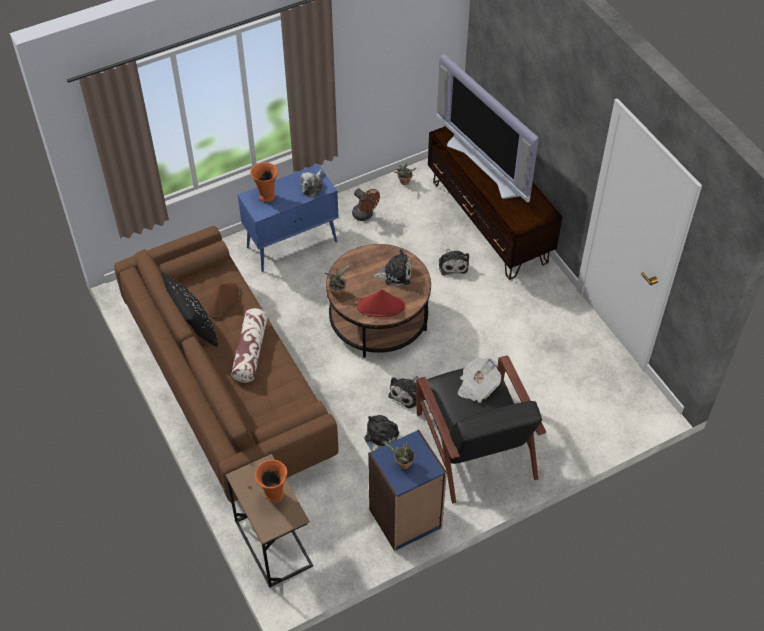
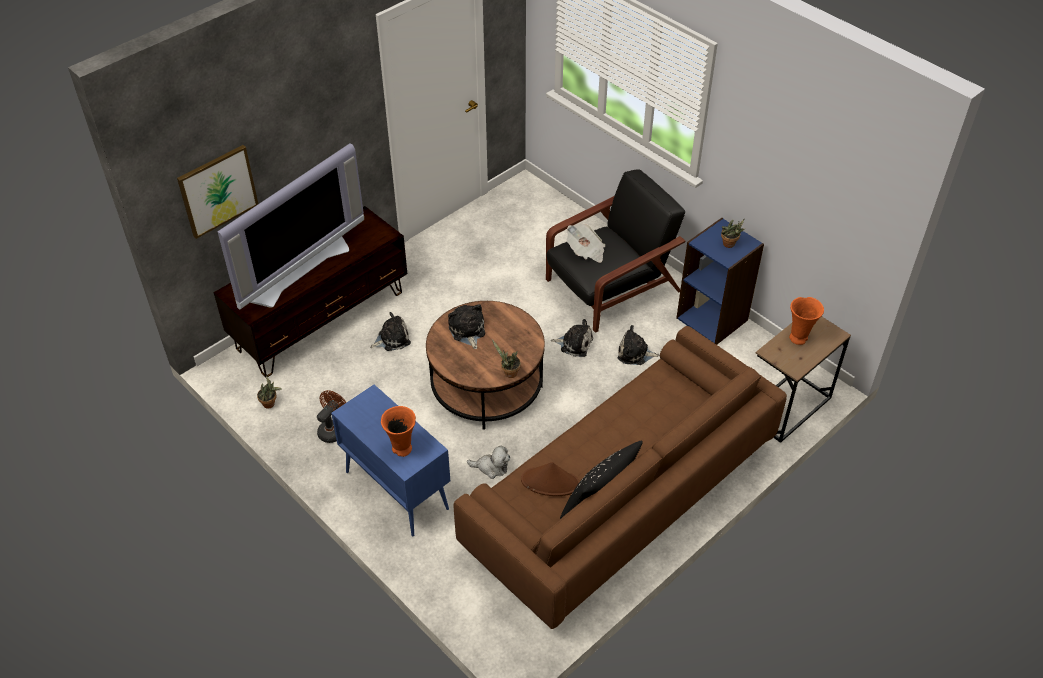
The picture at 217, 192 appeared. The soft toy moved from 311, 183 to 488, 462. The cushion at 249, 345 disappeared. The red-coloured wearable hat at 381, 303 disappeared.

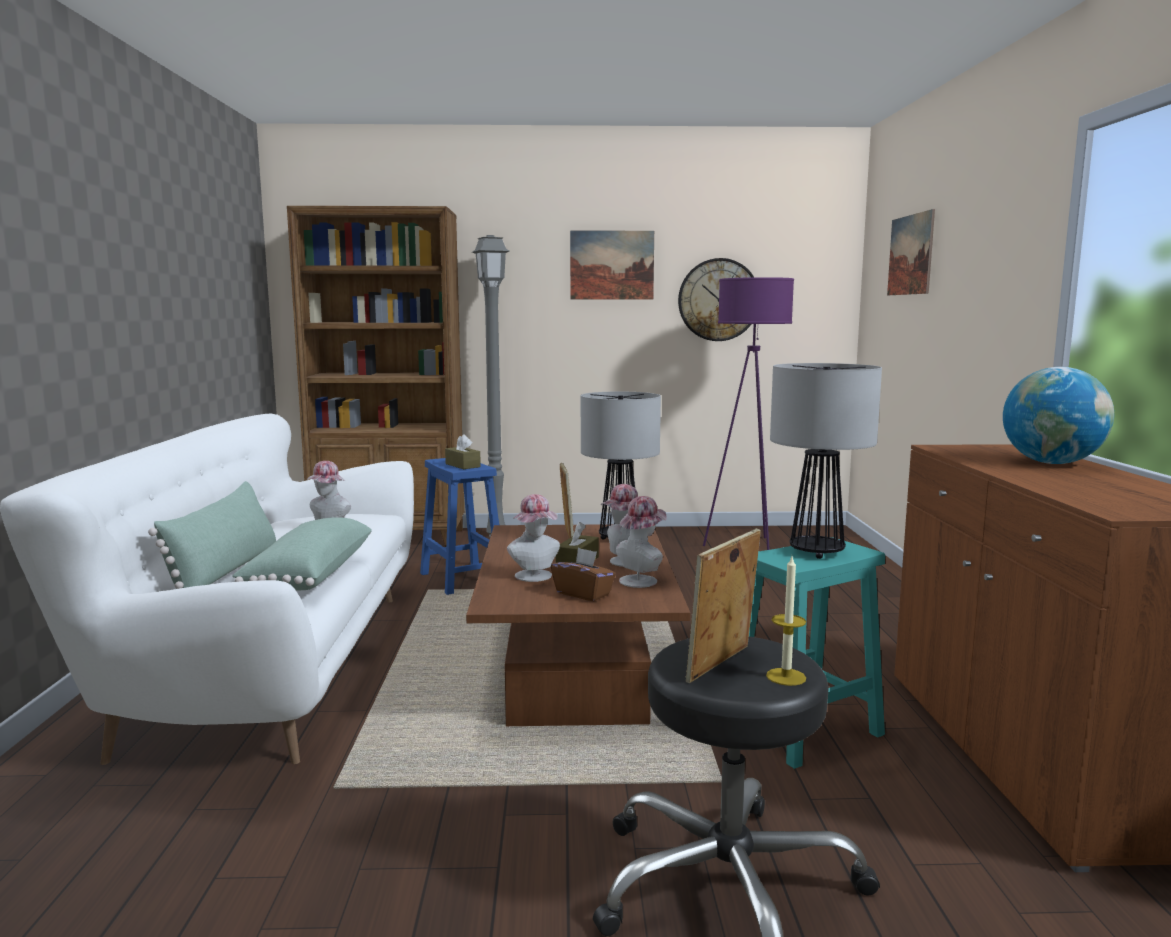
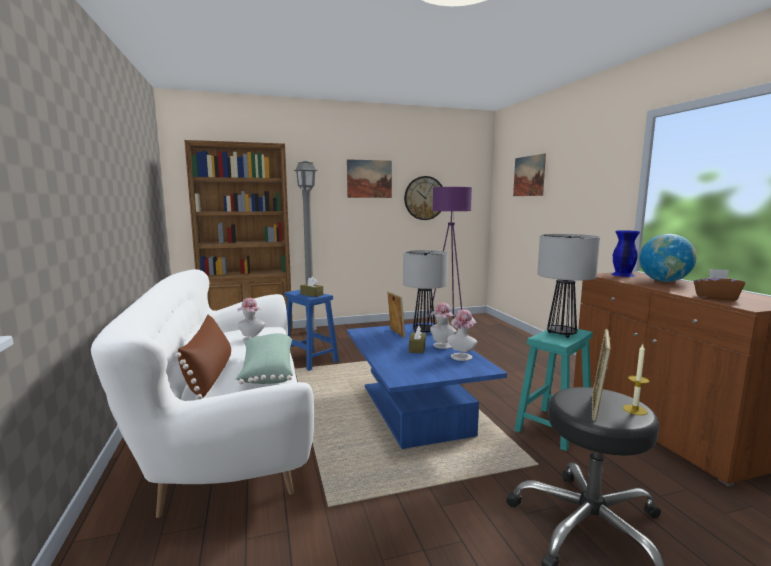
The green-coloured cushion at 212, 535 became the brownish cushion at 203, 357. The brownish lounge table at 578, 625 became the bluish lounge table at 427, 385. The bluish flower vase at 625, 253 appeared. The brownish tissue box moved from 583, 574 to 719, 284. The wearable hat at 533, 538 disappeared.

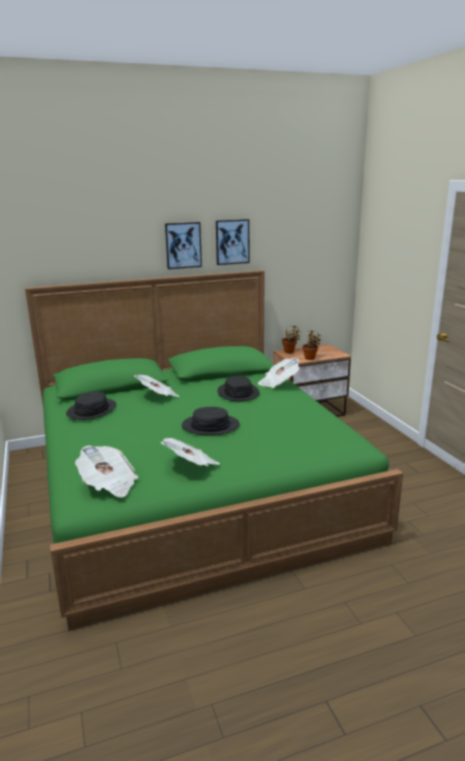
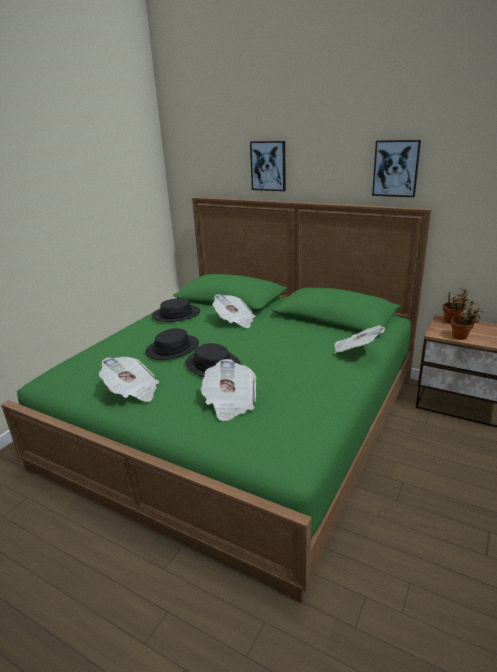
The black-coloured wearable hat moved from 238, 388 to 172, 344. The printed paper moved from 106, 471 to 228, 390. The picture moved from 183, 245 to 268, 166.

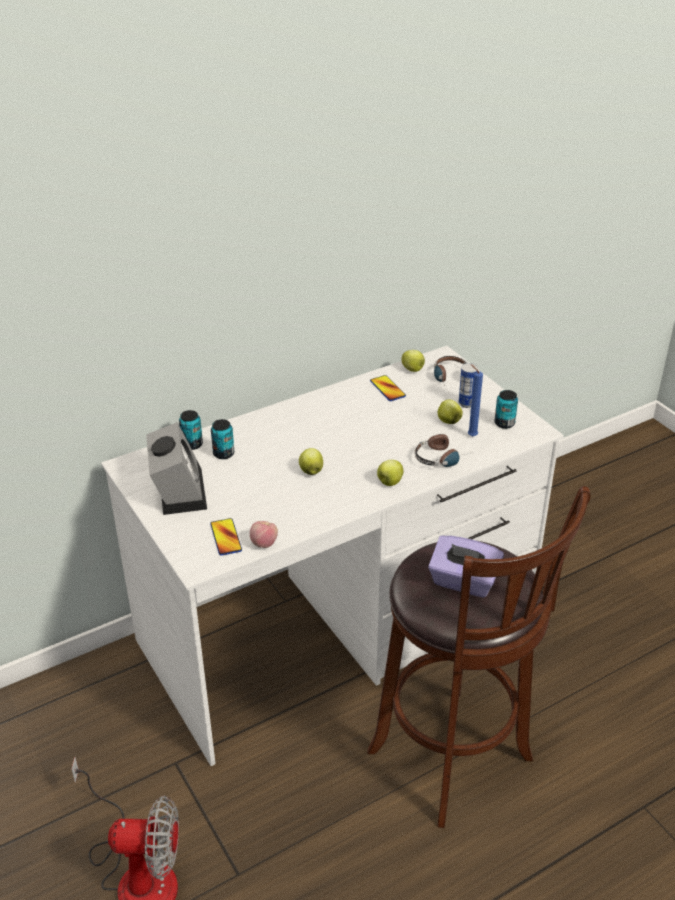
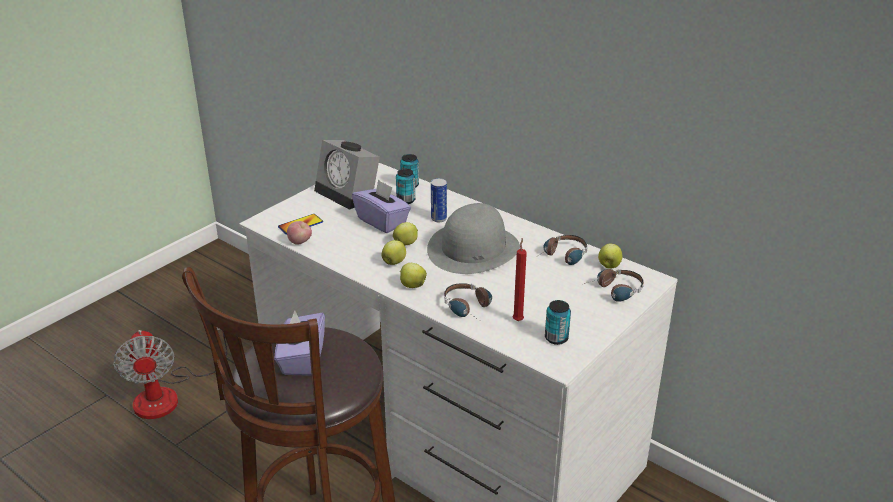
The bedside clock at 176, 468 turned 75 degrees clockwise. The purple-coloured tissue box at 381, 206 appeared. The whole apple moved from 450, 411 to 393, 252. The greyish wearable hat at 473, 238 appeared. The metal can moved from 468, 385 to 439, 200. The bluish candle at 475, 400 became the red-coloured candle at 519, 279. The telephone at 388, 388 was replaced by the headset at 561, 250.

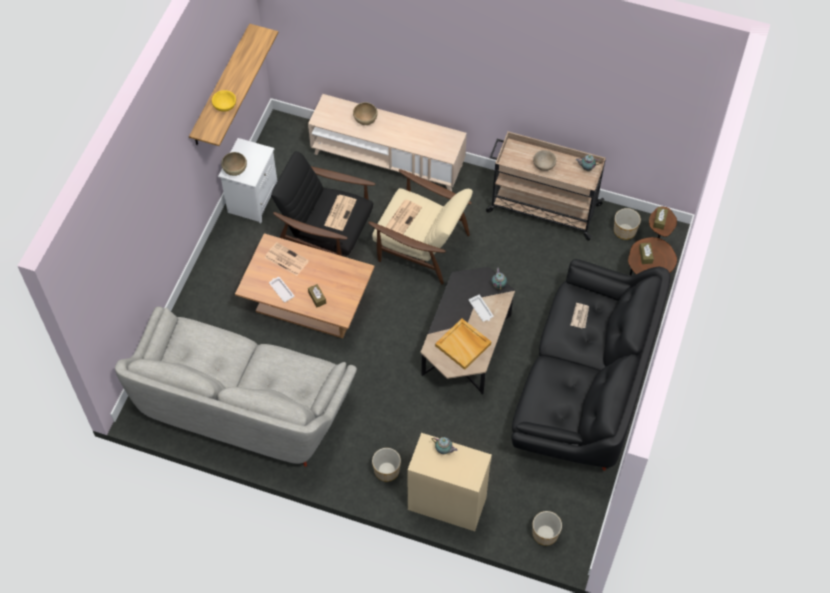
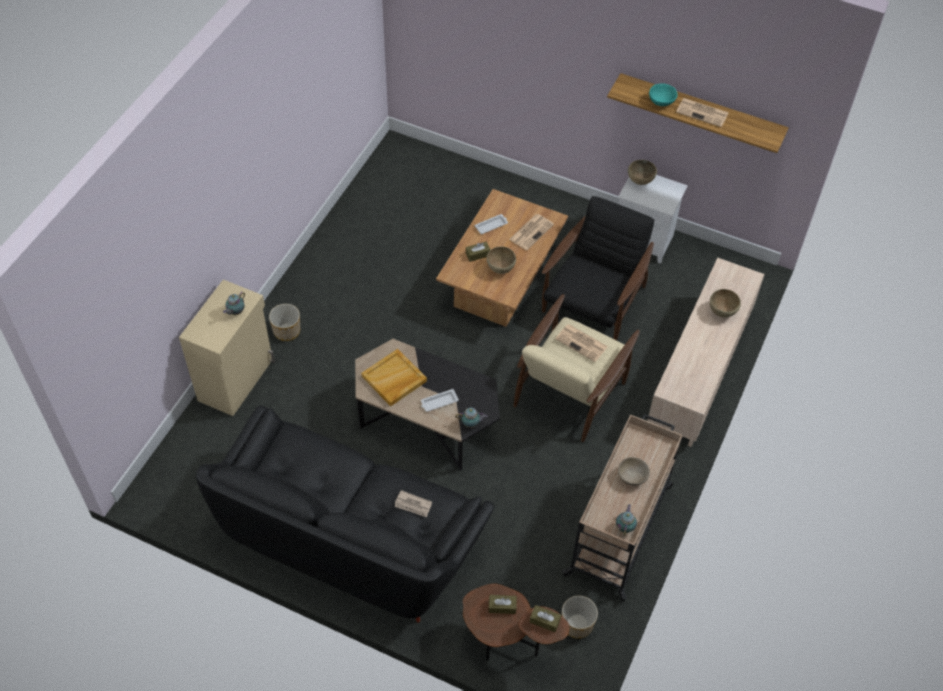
The brownish bowl at 501, 260 appeared. The yellow-coloured bowl at 224, 101 became the blue-green bowl at 663, 95. The printed paper moved from 340, 213 to 702, 112. The greyish sofa at 236, 386 disappeared. The plant pot at 547, 528 disappeared.

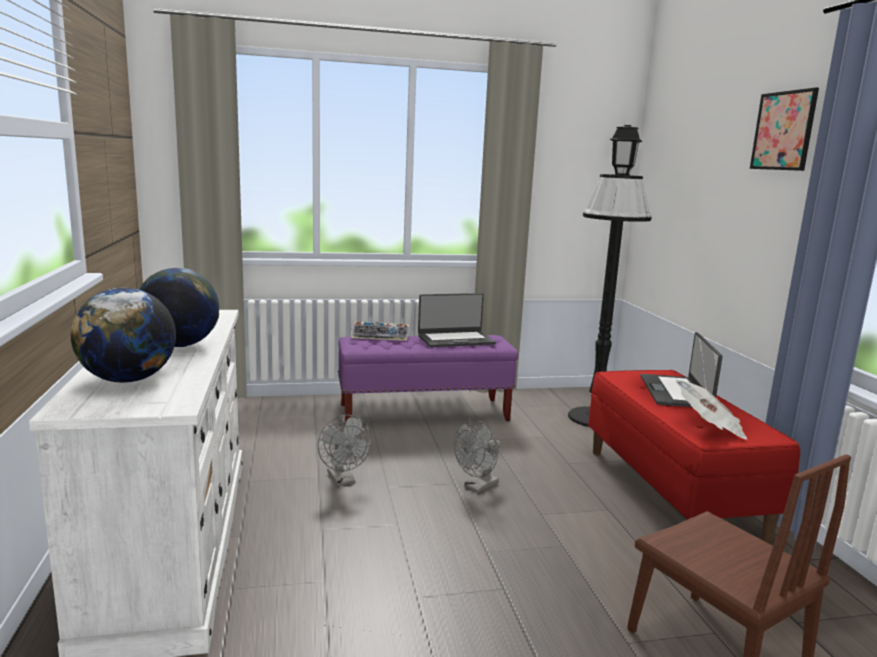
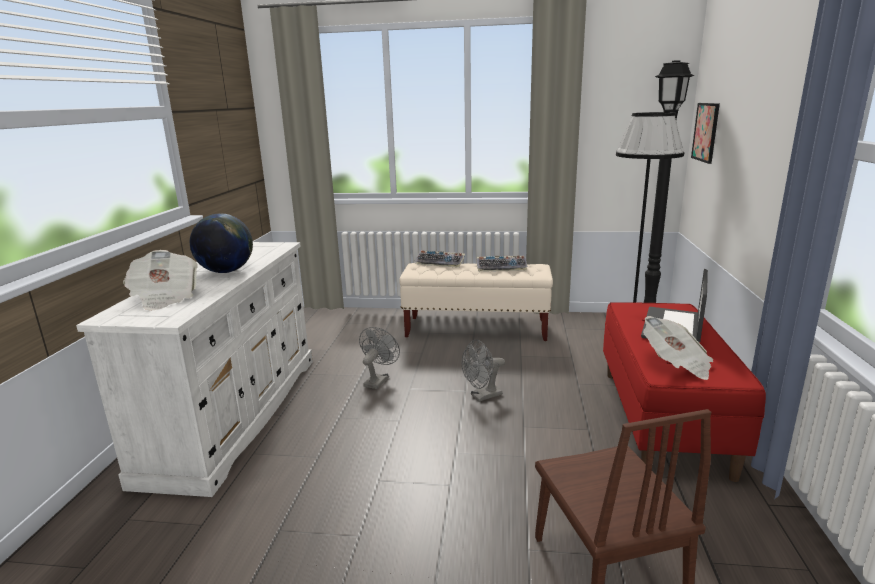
The desk globe at 123, 335 was replaced by the printed paper at 160, 280. The greyish fan at 345, 450 turned 150 degrees counterclockwise. The purple-coloured indoor bench at 428, 378 became the sand-coloured indoor bench at 476, 302. The notebook computer at 457, 320 was replaced by the keyboard at 502, 264. The picture moved from 784, 129 to 705, 133.

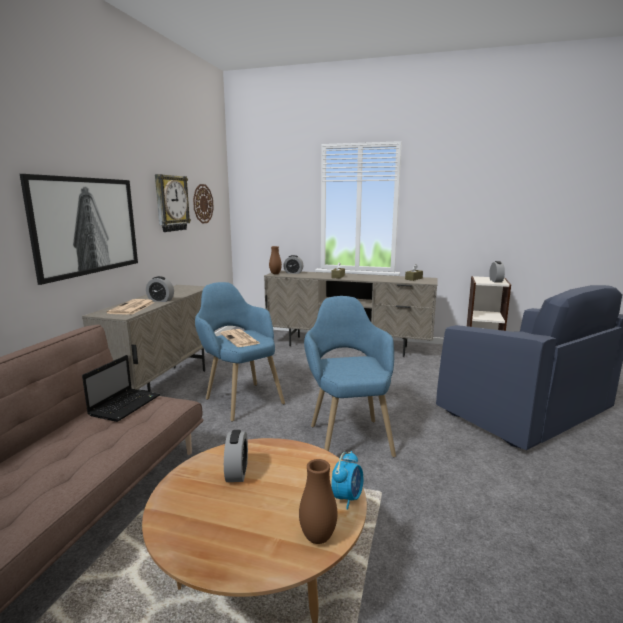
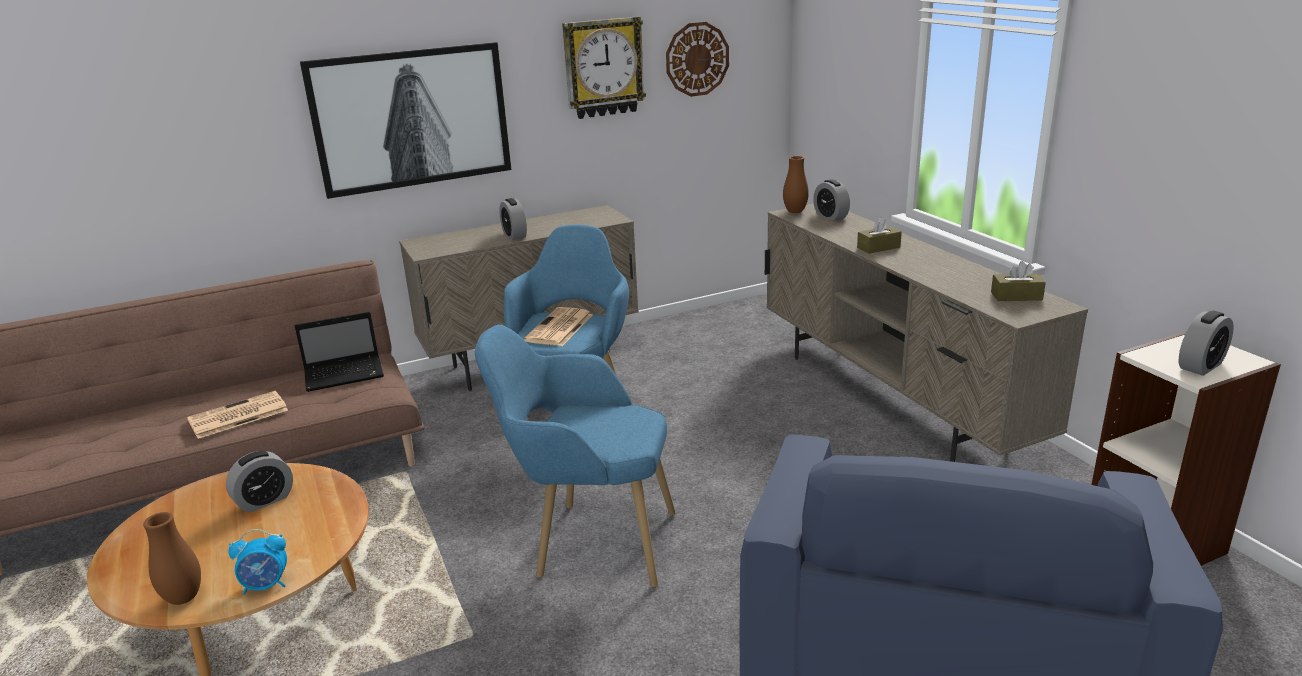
The printed paper moved from 130, 307 to 237, 415. The bluish armchair at 350, 376 turned 120 degrees counterclockwise.

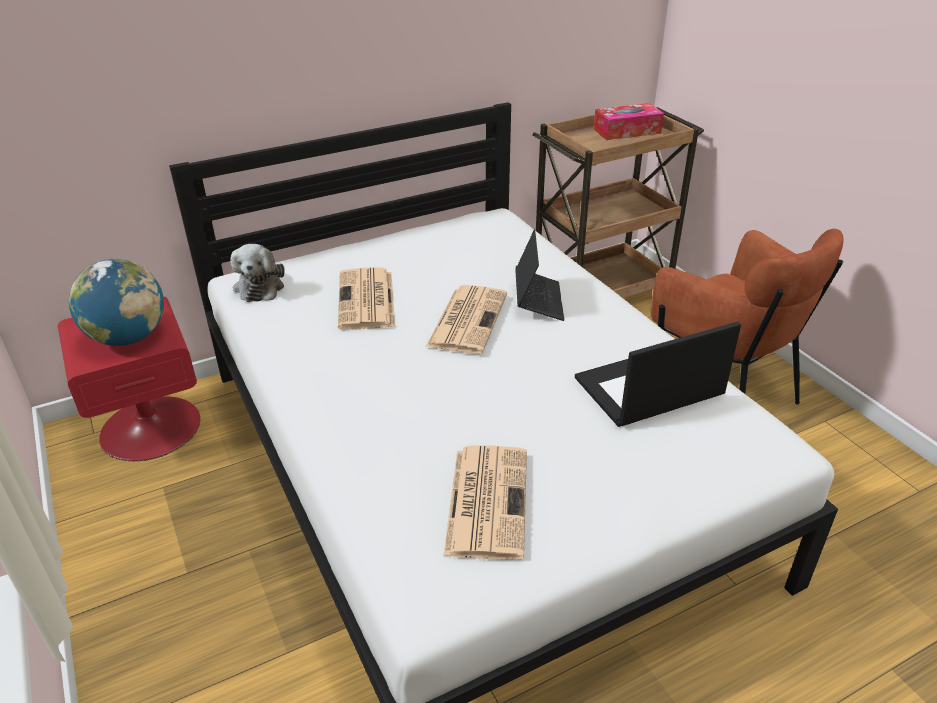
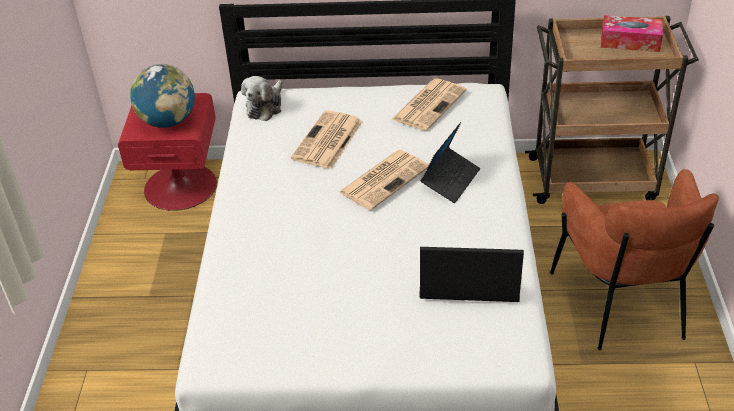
The printed paper moved from 485, 503 to 429, 104.

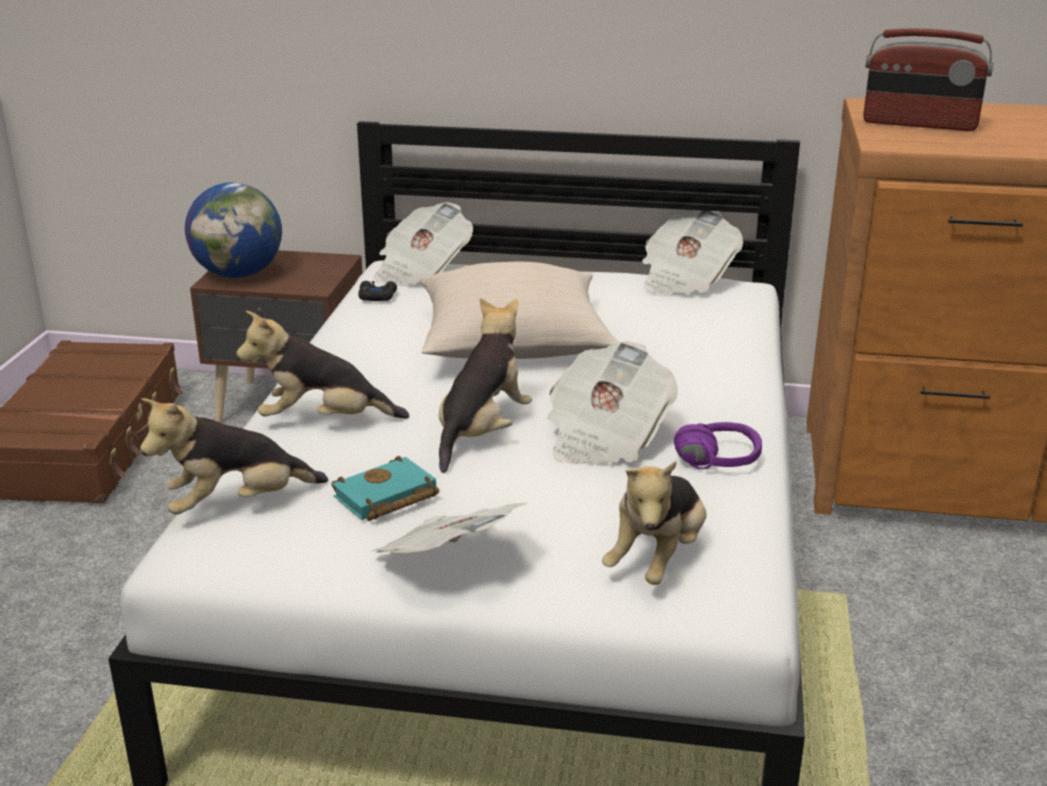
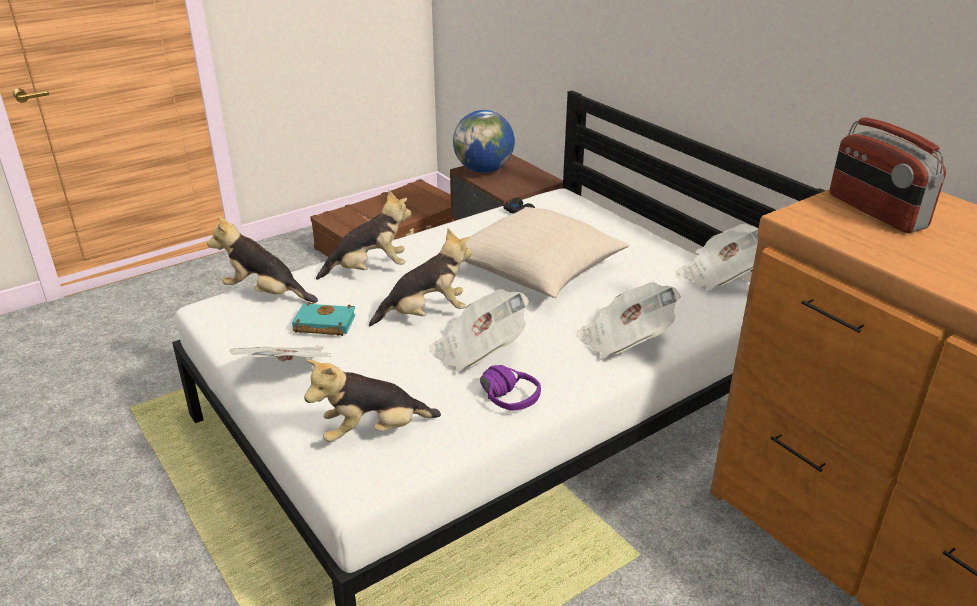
The soft toy at 322, 365 turned 120 degrees clockwise. The printed paper moved from 423, 243 to 628, 320.

